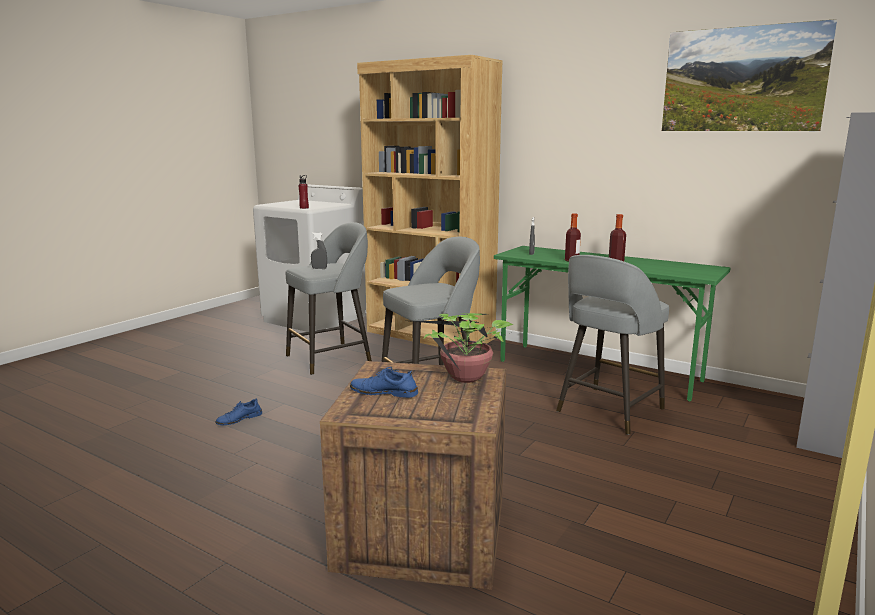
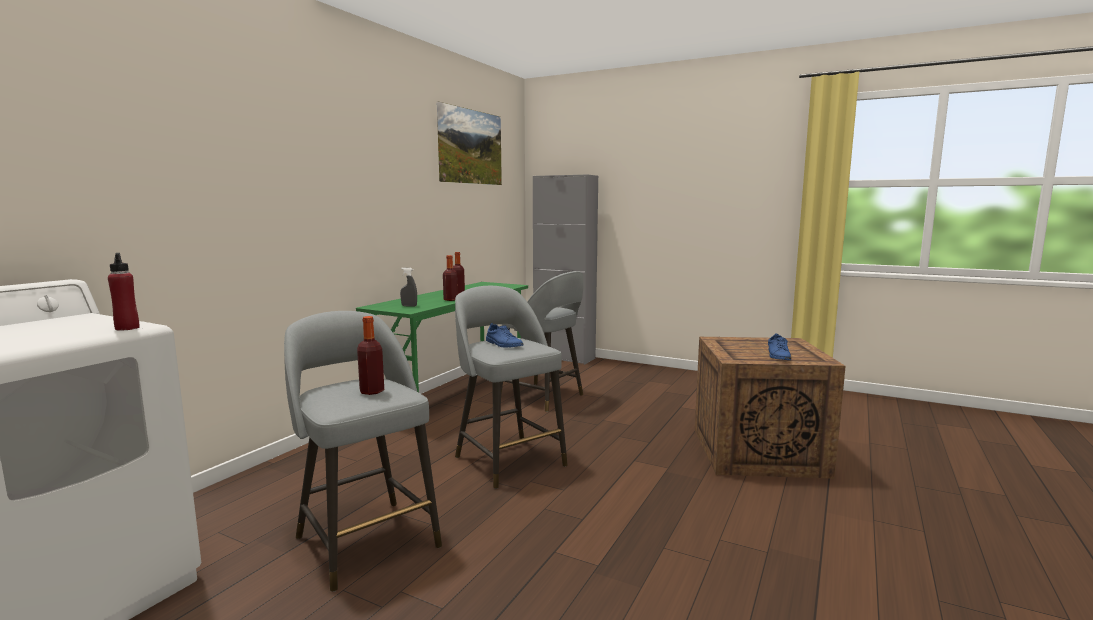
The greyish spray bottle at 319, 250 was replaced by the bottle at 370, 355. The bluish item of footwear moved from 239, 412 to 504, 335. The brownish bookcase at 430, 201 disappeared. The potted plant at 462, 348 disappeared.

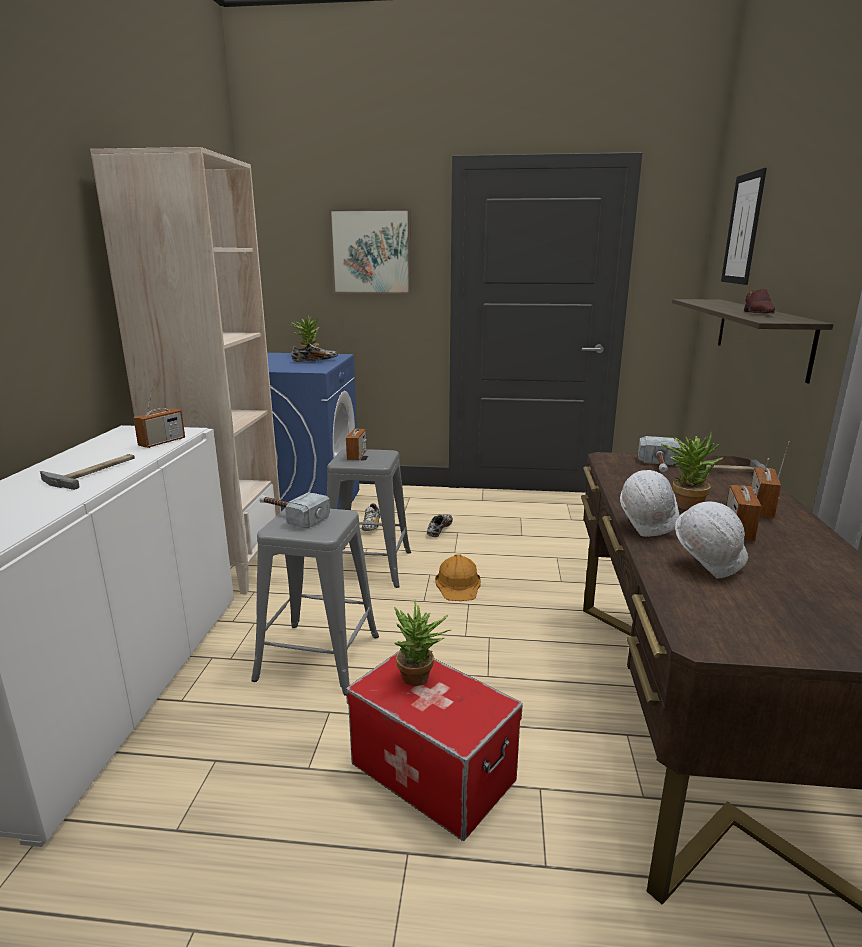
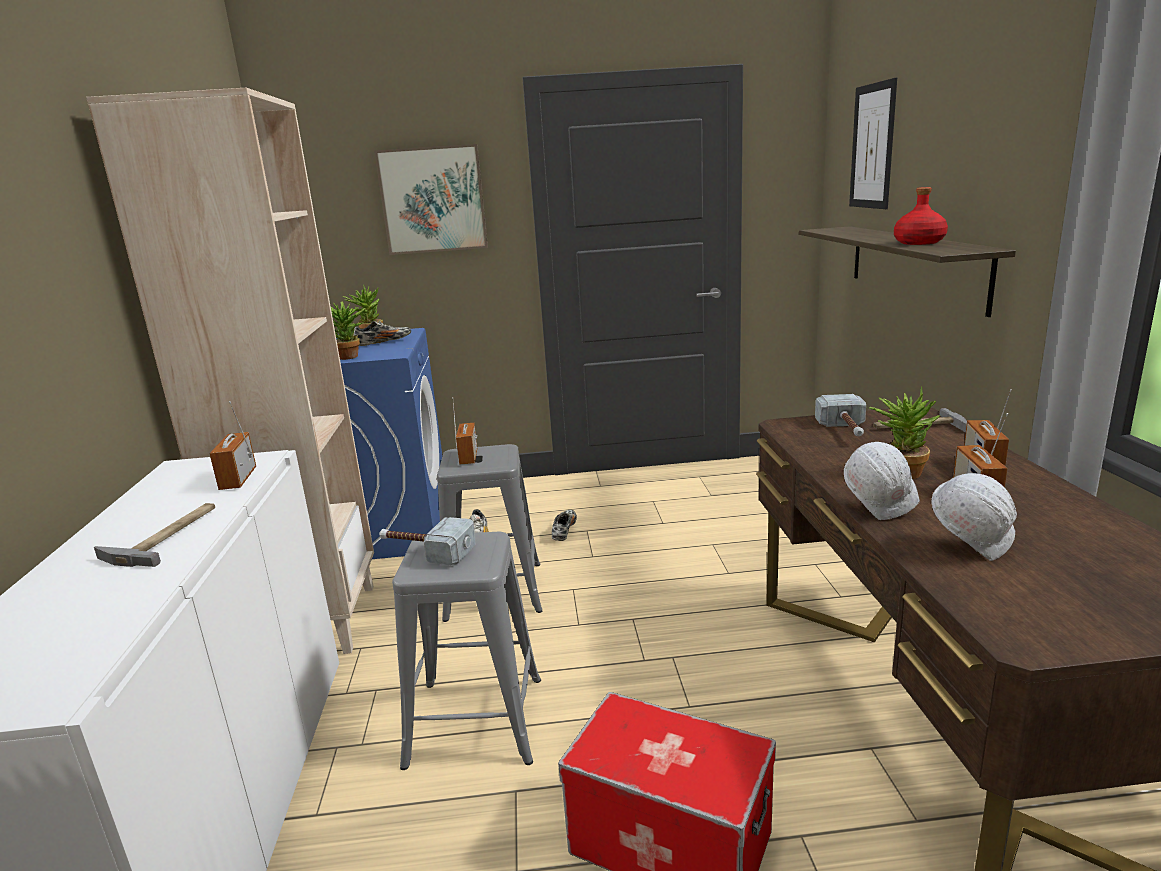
The radio at 159, 413 turned 150 degrees clockwise. The potted plant moved from 423, 642 to 348, 331. The brownish item of footwear at 759, 301 was replaced by the red-coloured bottle at 921, 216. The orange-coloured hard hat at 458, 577 disappeared.

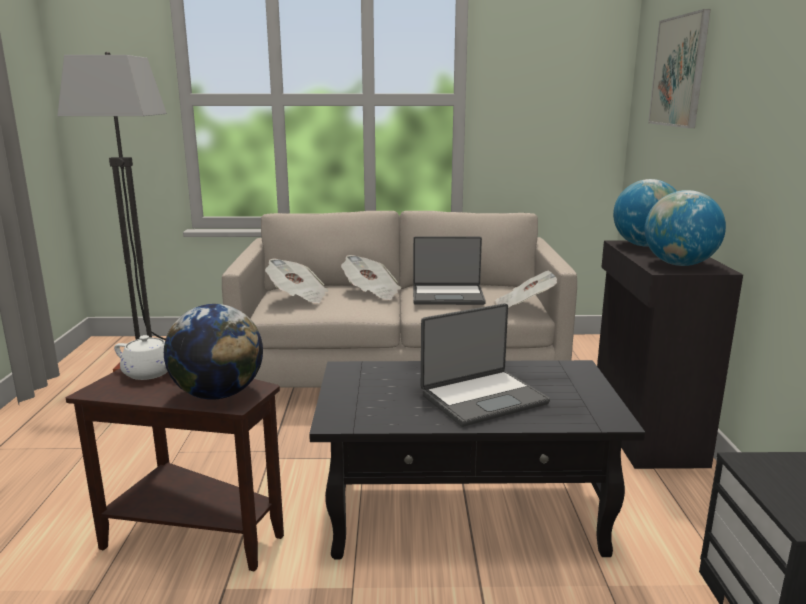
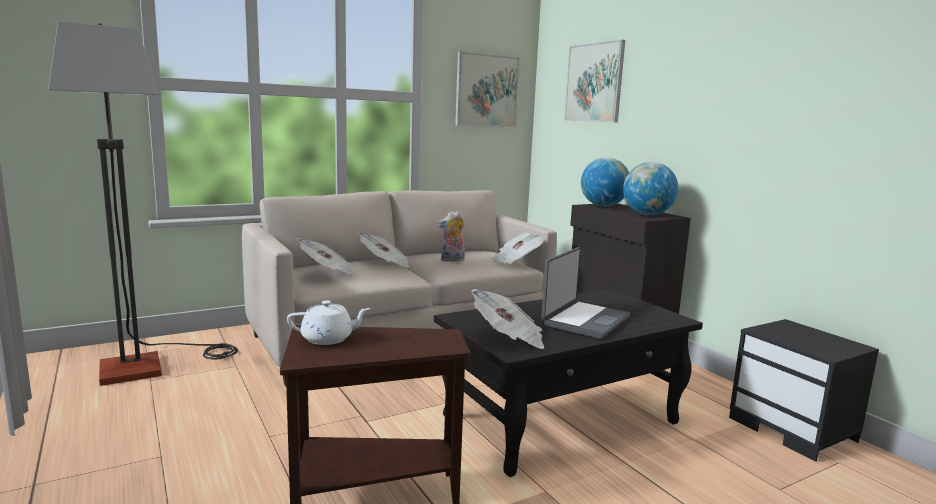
The notebook computer at 449, 270 was replaced by the soft toy at 451, 236. The picture at 487, 89 appeared. The printed paper at 507, 319 appeared. The desk globe at 213, 352 disappeared.

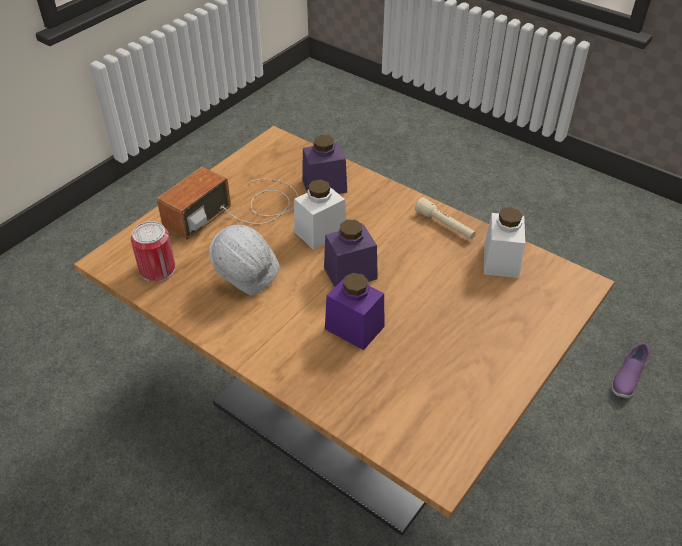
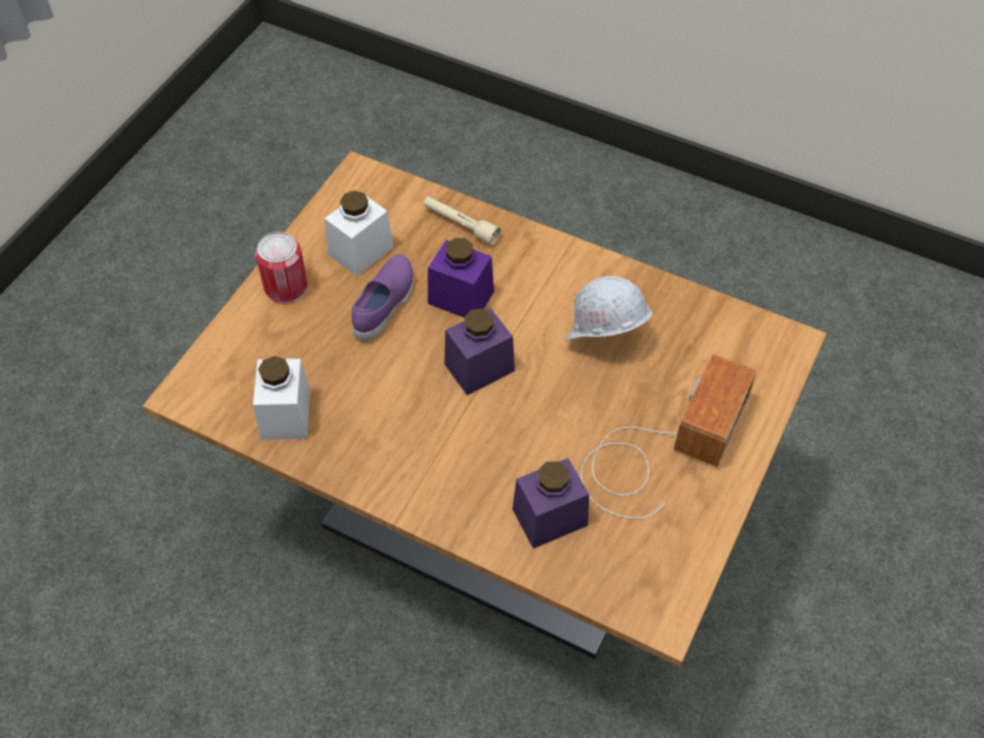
The metal can moved from 153, 251 to 281, 268. The white-coloured storage jar moved from 320, 214 to 359, 234. The purple-coloured item of footwear moved from 630, 370 to 383, 297. The sand-coloured torch moved from 445, 218 to 462, 221.

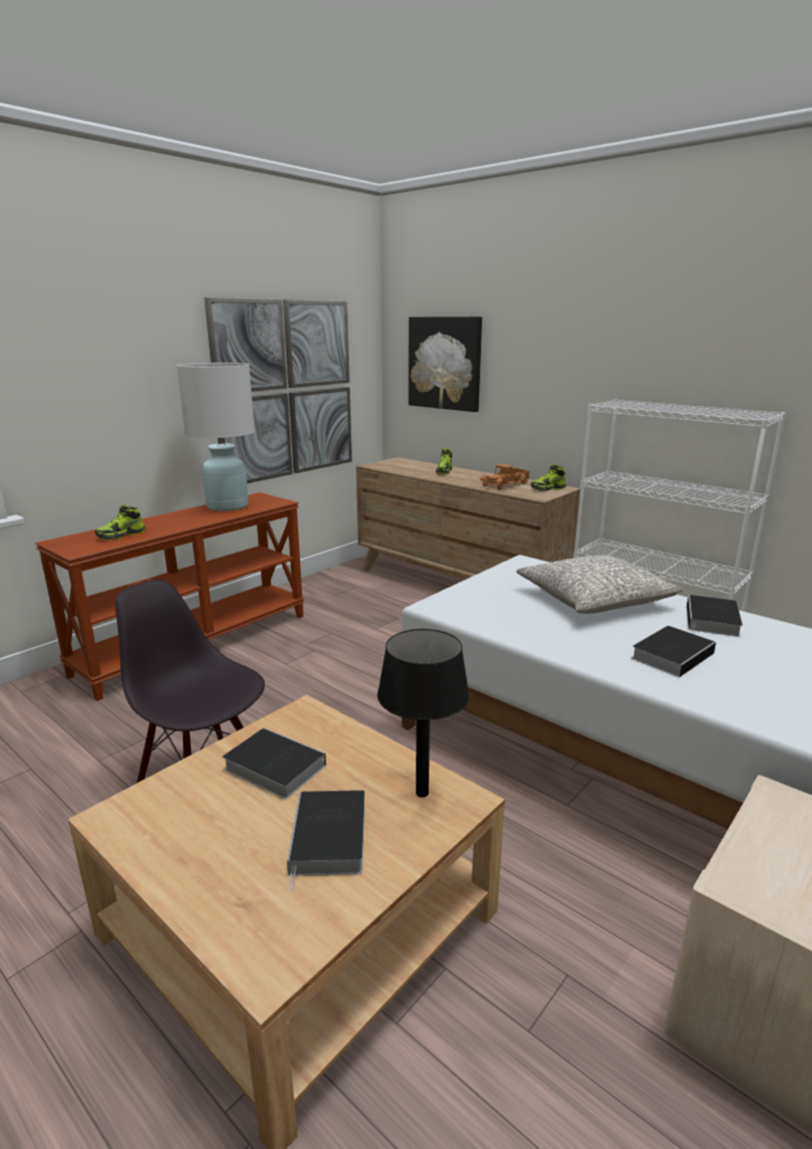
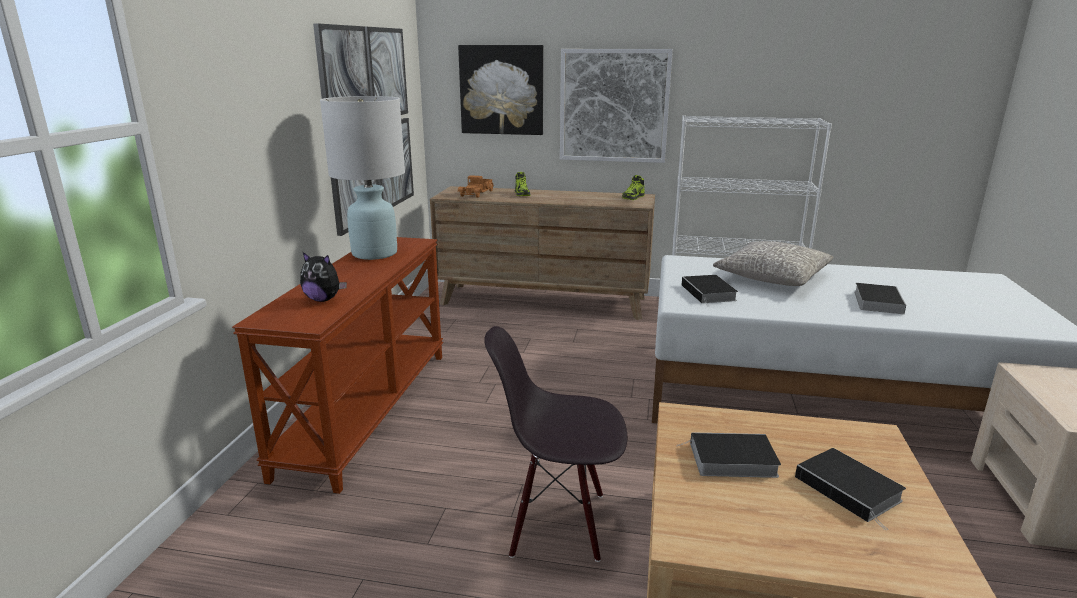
The item of footwear at 120, 522 was replaced by the soft toy at 323, 277. The toy truck moved from 505, 477 to 476, 186. The picture at 616, 106 appeared. The book moved from 715, 616 to 710, 291. The black-coloured table lamp at 423, 713 disappeared.

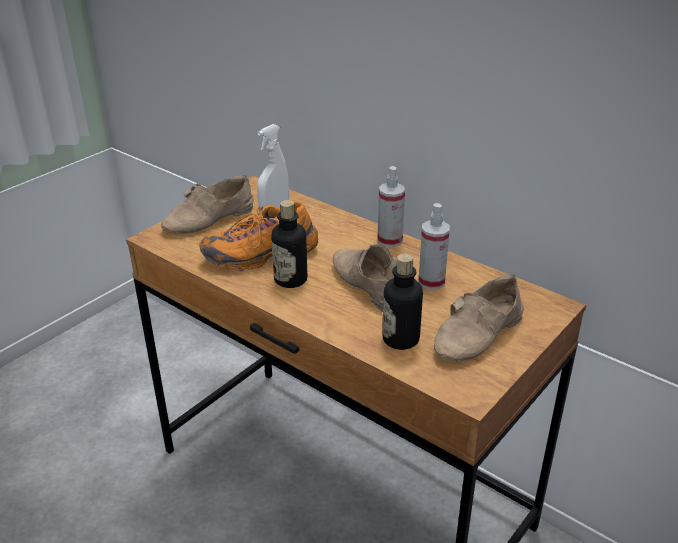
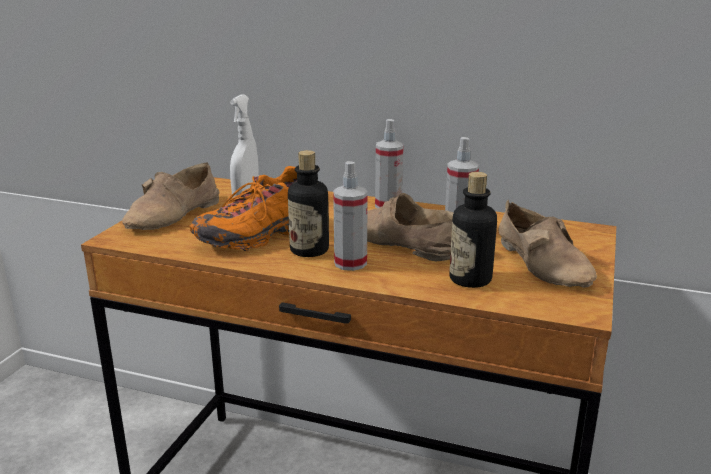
The spray bottle at 350, 216 appeared. The sand-coloured item of footwear at 479, 318 turned 45 degrees counterclockwise.

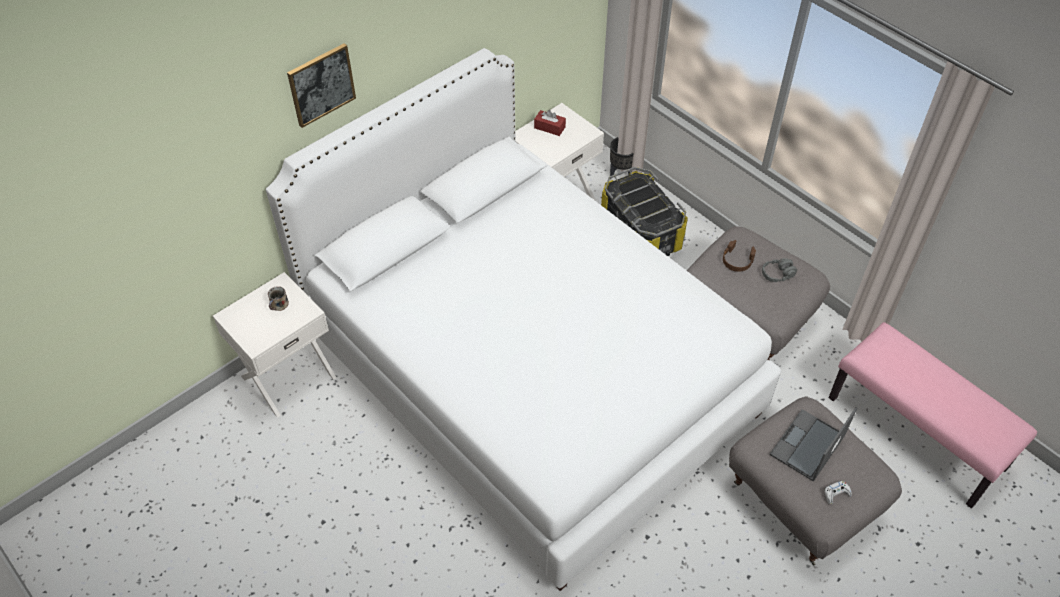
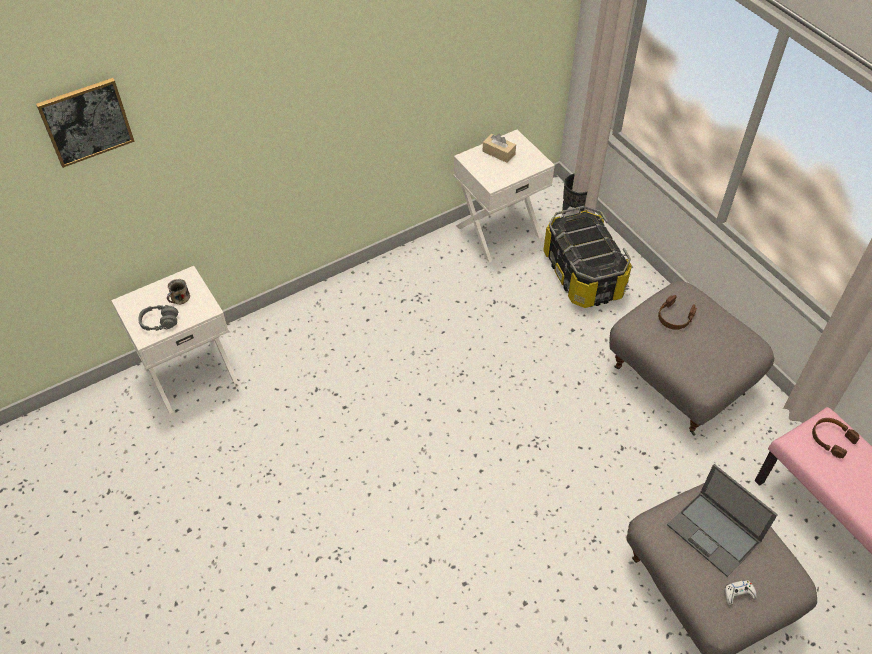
The picture moved from 321, 85 to 85, 123. The greyish headset moved from 779, 270 to 158, 318. The red-coloured tissue box at 550, 123 became the sand-coloured tissue box at 499, 148. The notebook computer at 813, 444 turned 90 degrees counterclockwise. The brownish headset at 835, 438 appeared. The white-coloured bed at 523, 319 disappeared.

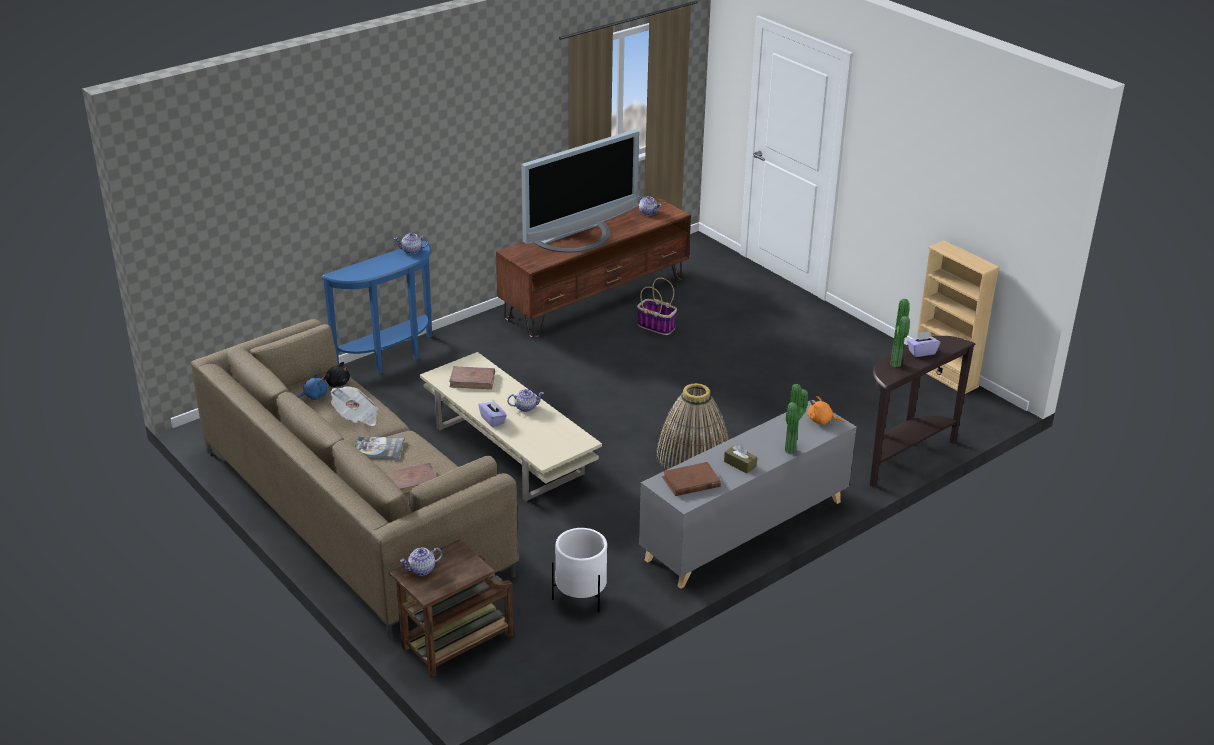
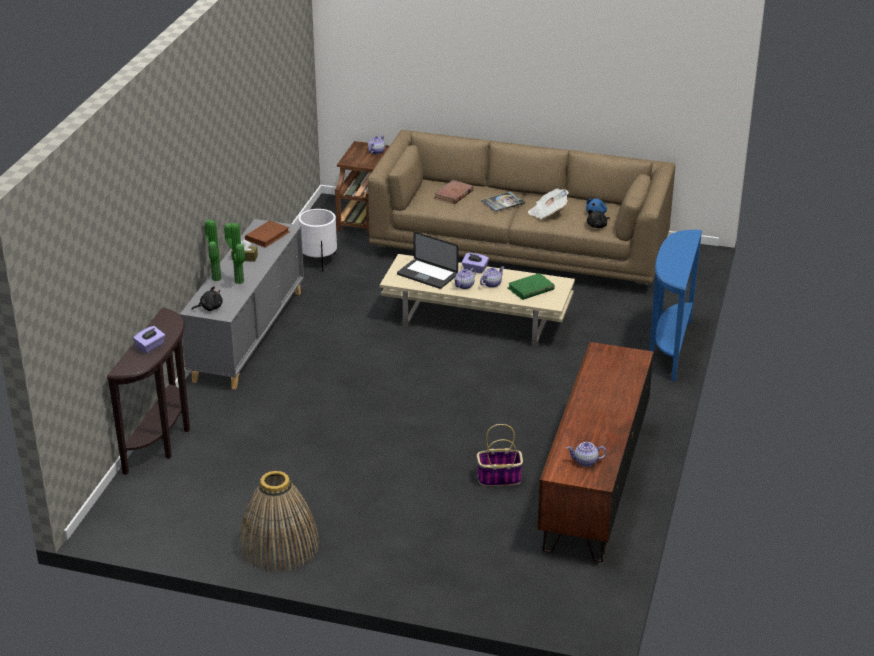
The orange-coloured soft toy at 825, 410 became the black-coloured soft toy at 207, 298. The potted plant moved from 900, 333 to 234, 253. The household basket moved from 692, 426 to 279, 522. The notebook computer at 428, 260 appeared. The teapot moved from 411, 243 to 492, 277. The brownish book at 472, 377 became the green-coloured book at 531, 286. The TV set at 580, 191 disappeared. The sand-coloured bookcase at 958, 317 disappeared.

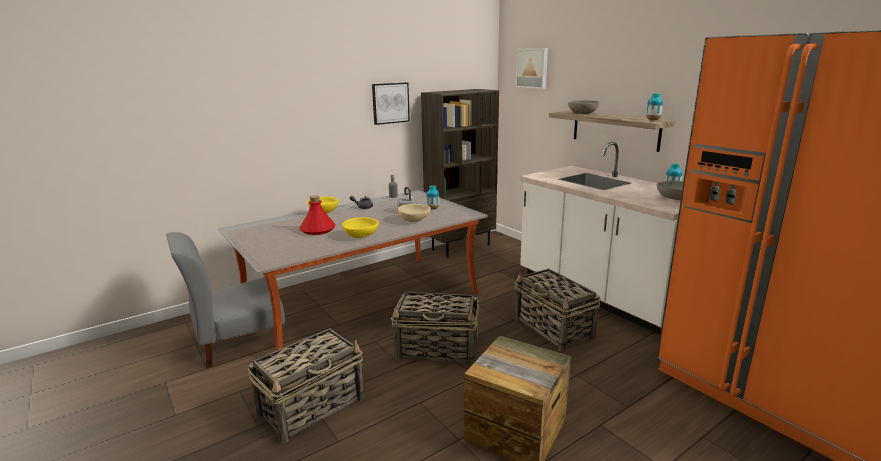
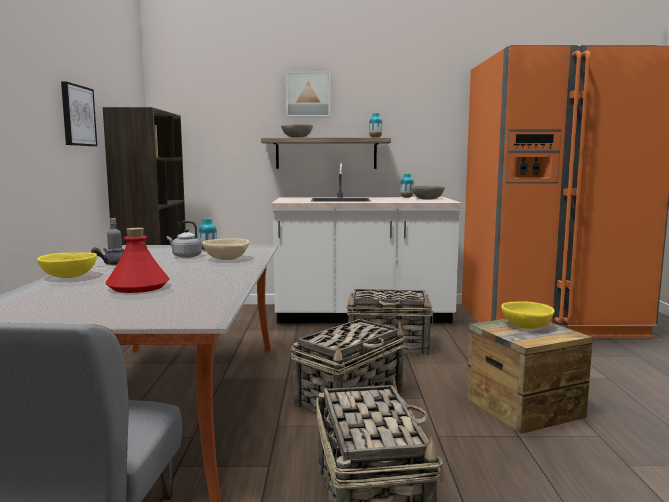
The picture moved from 532, 68 to 308, 94. The yellow-coloured bowl moved from 360, 227 to 528, 315.

